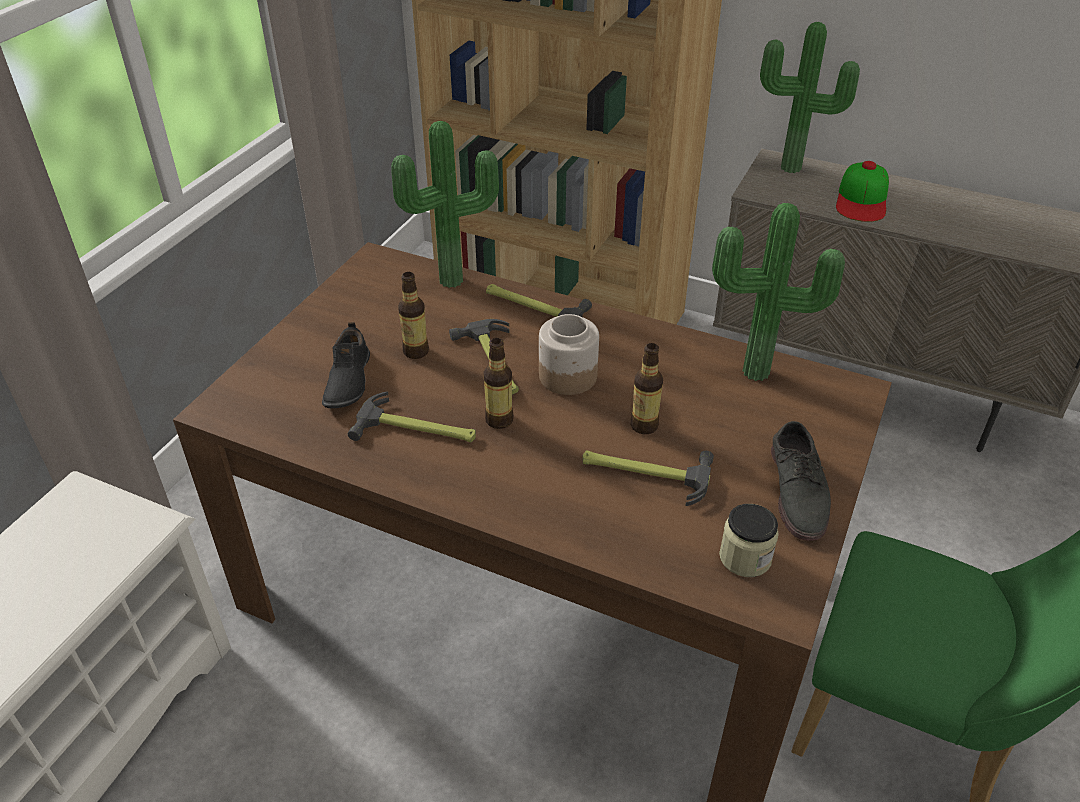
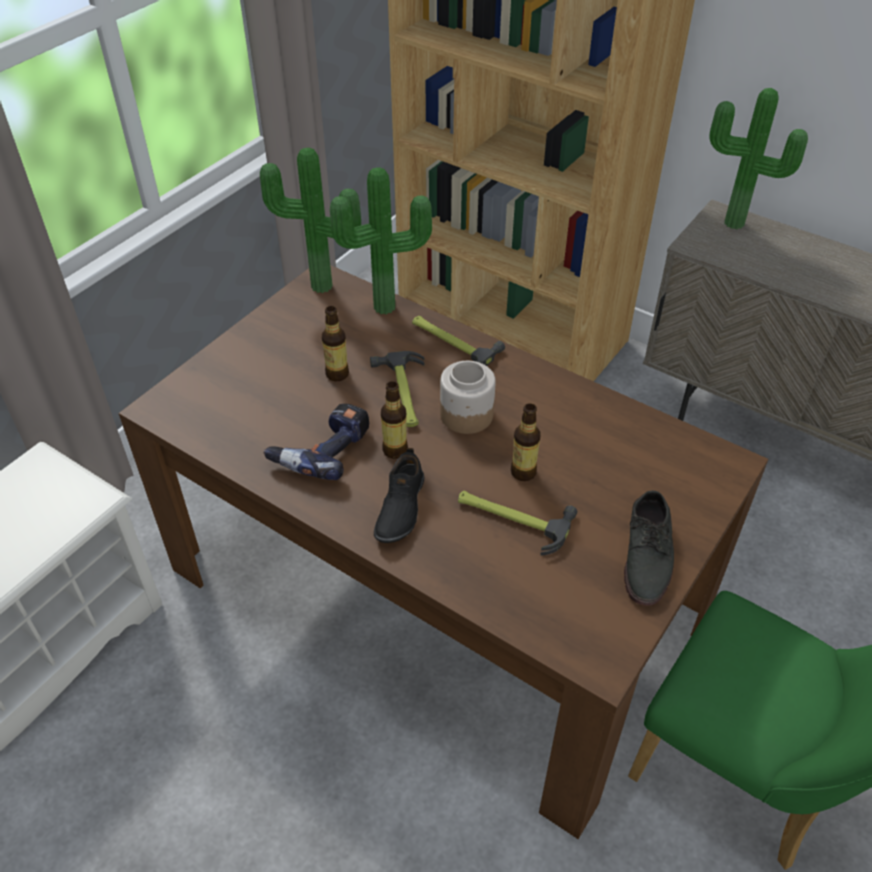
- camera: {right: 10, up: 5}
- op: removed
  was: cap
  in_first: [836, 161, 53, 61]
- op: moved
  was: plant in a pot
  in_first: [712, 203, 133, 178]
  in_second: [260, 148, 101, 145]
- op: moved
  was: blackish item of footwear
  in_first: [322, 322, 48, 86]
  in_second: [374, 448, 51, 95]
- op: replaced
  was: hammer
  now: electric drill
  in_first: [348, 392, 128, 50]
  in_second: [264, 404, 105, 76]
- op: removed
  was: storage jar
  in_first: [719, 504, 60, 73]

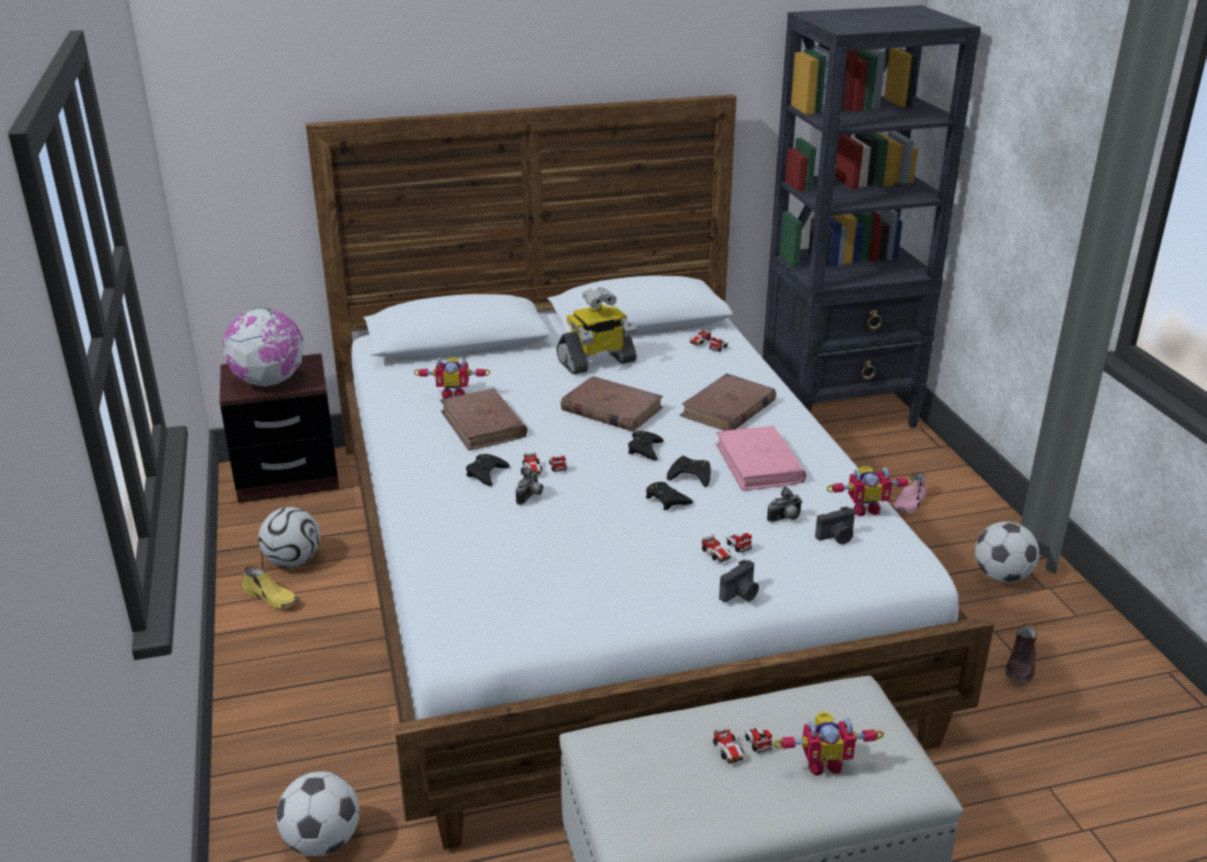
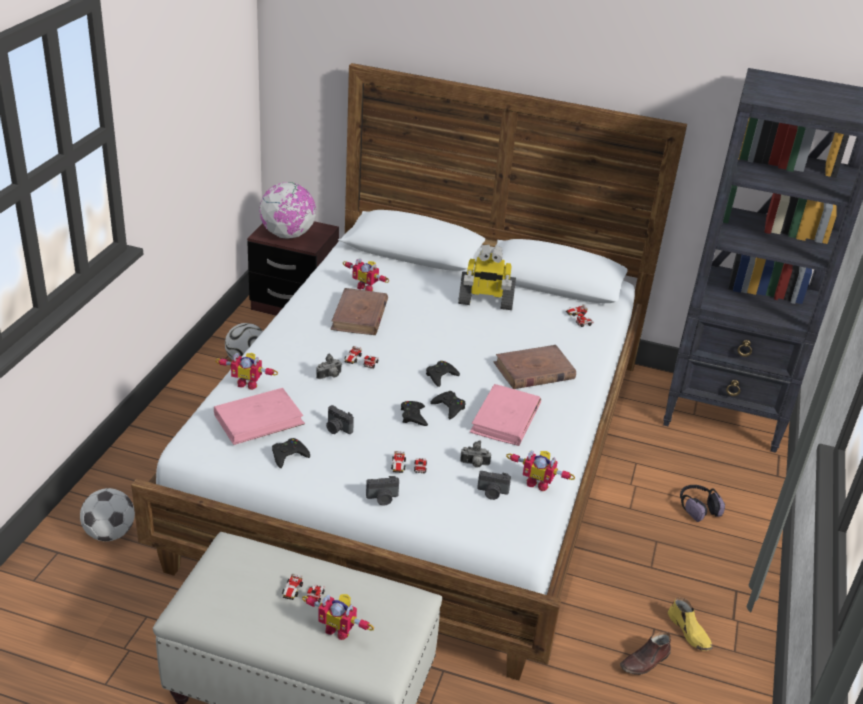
- camera: {right: 30, up: 5}
- op: removed
  was: brownish bound book
  in_first: [561, 376, 102, 56]
- op: moved
  was: blackish gamepad
  in_first: [466, 454, 44, 32]
  in_second: [272, 438, 38, 30]
- op: replaced
  was: pink item of footwear
  now: pair of headphones
  in_first: [892, 472, 34, 41]
  in_second: [680, 485, 45, 37]
- op: removed
  was: football ball
  in_first: [975, 522, 64, 61]
- op: moved
  was: yellowish item of footwear
  in_first: [243, 566, 56, 42]
  in_second: [668, 597, 45, 54]
- op: added
  now: toy robot
  in_second: [215, 353, 63, 37]
- op: added
  now: pink bound book
  in_second: [214, 388, 91, 57]
- op: added
  now: still camera
  in_second: [326, 405, 28, 29]

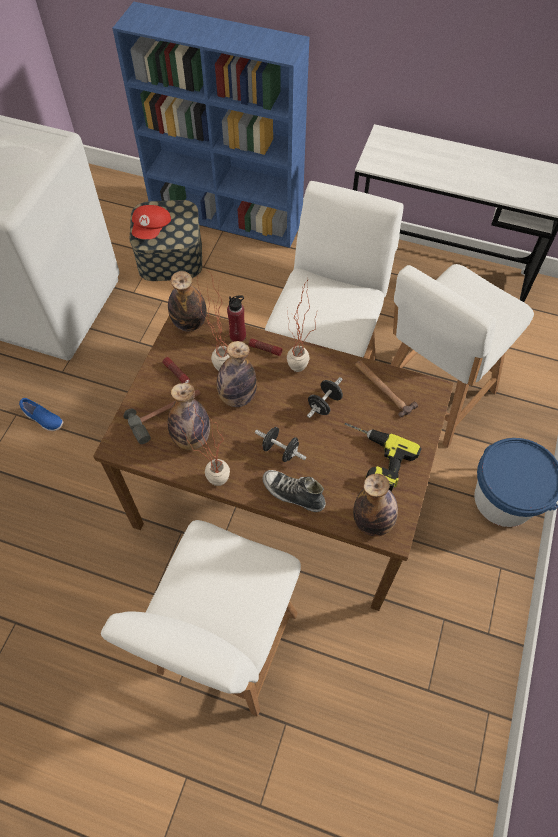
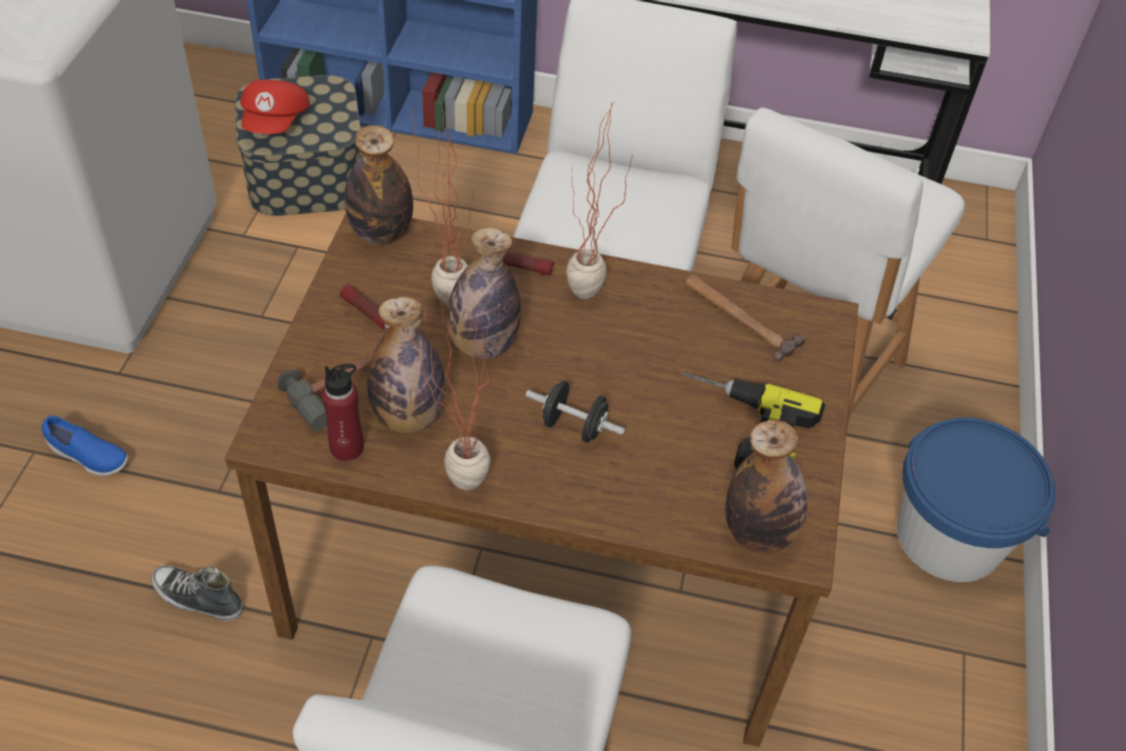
- camera: {right: -10, up: -10}
- op: moved
  was: reddish drink bottle
  in_first: [227, 295, 19, 47]
  in_second: [322, 364, 42, 97]
- op: removed
  was: blackish free weight
  in_first: [307, 377, 36, 41]
- op: moved
  was: item of footwear
  in_first: [263, 470, 63, 42]
  in_second: [151, 565, 92, 56]

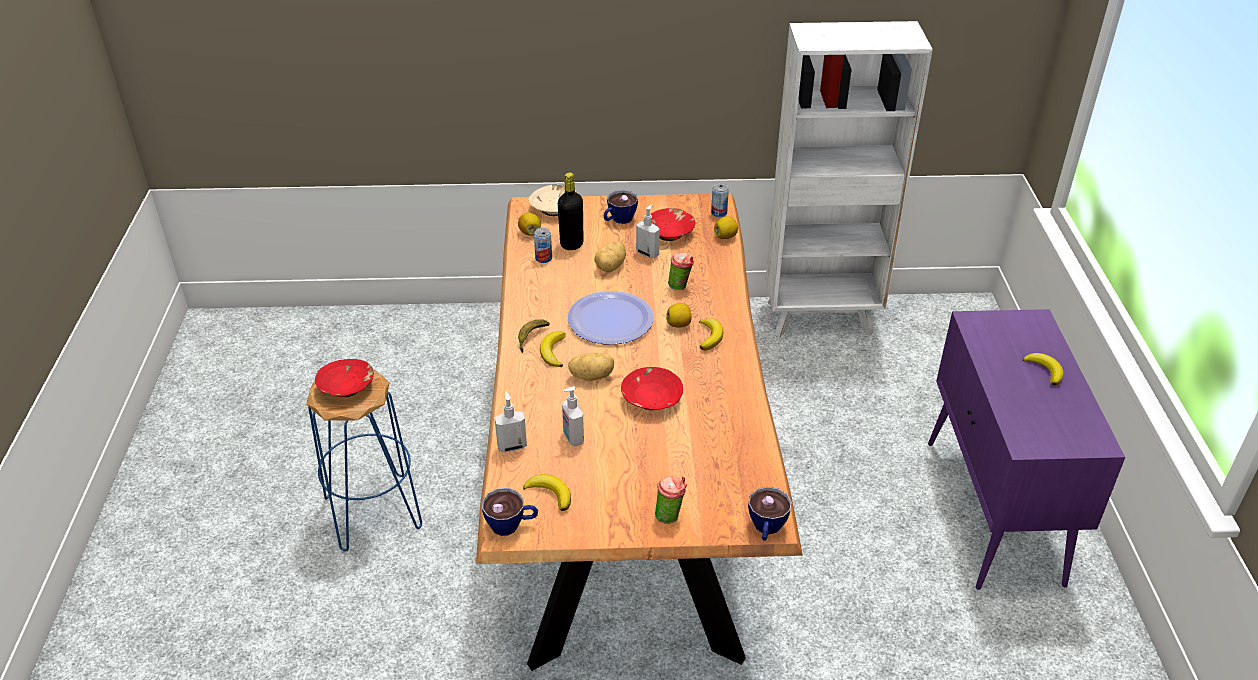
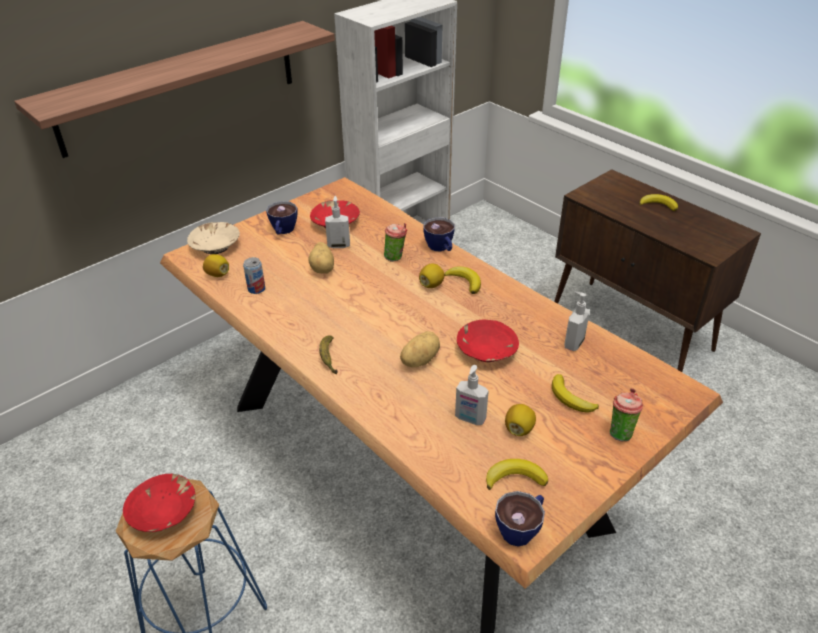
- camera: {right: -40, up: 0}
- op: removed
  was: blackish drink bottle
  in_first: [558, 173, 25, 77]
- op: removed
  was: metal can
  in_first: [711, 183, 18, 34]
- op: moved
  was: citrus fruit
  in_first: [714, 216, 24, 23]
  in_second: [505, 404, 31, 32]
- op: removed
  was: flat dish
  in_first: [568, 291, 86, 54]
- op: recoloured
  was: purple-coloured cupboard
  now: brownish cupboard
  in_first: [928, 309, 197, 281]
  in_second: [554, 169, 207, 203]
- op: moved
  was: whole banana
  in_first: [540, 331, 26, 36]
  in_second: [552, 374, 47, 38]
- op: moved
  was: soap bottle
  in_first: [495, 392, 32, 60]
  in_second: [564, 291, 26, 60]
- op: moved
  was: small cup
  in_first: [748, 487, 44, 54]
  in_second: [423, 217, 32, 34]
- op: added
  now: shelf
  in_second: [14, 21, 321, 137]

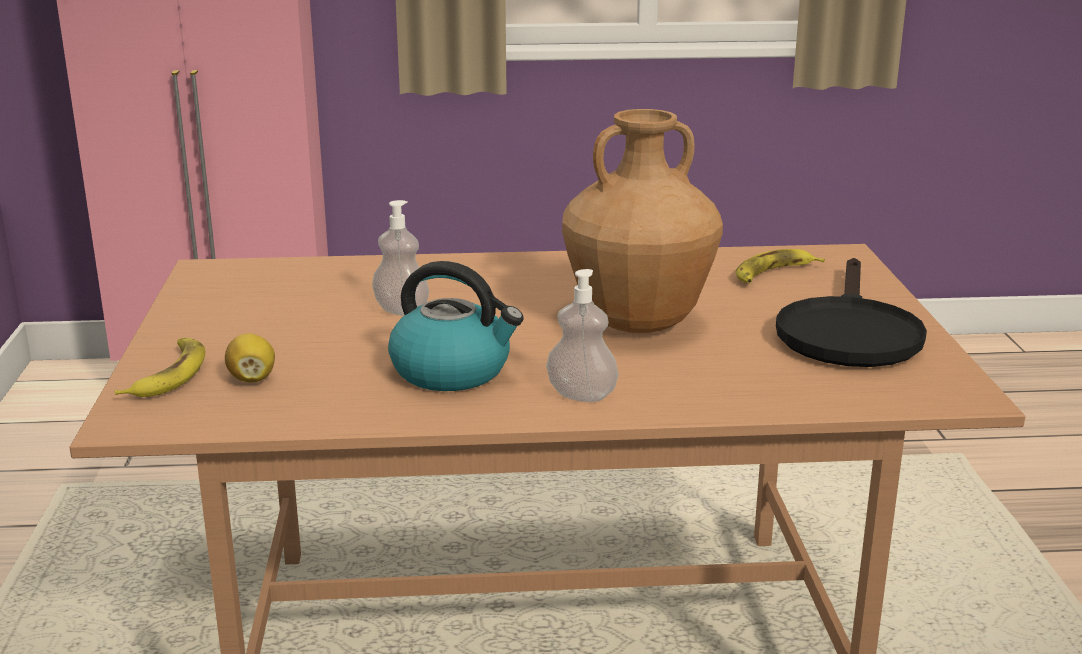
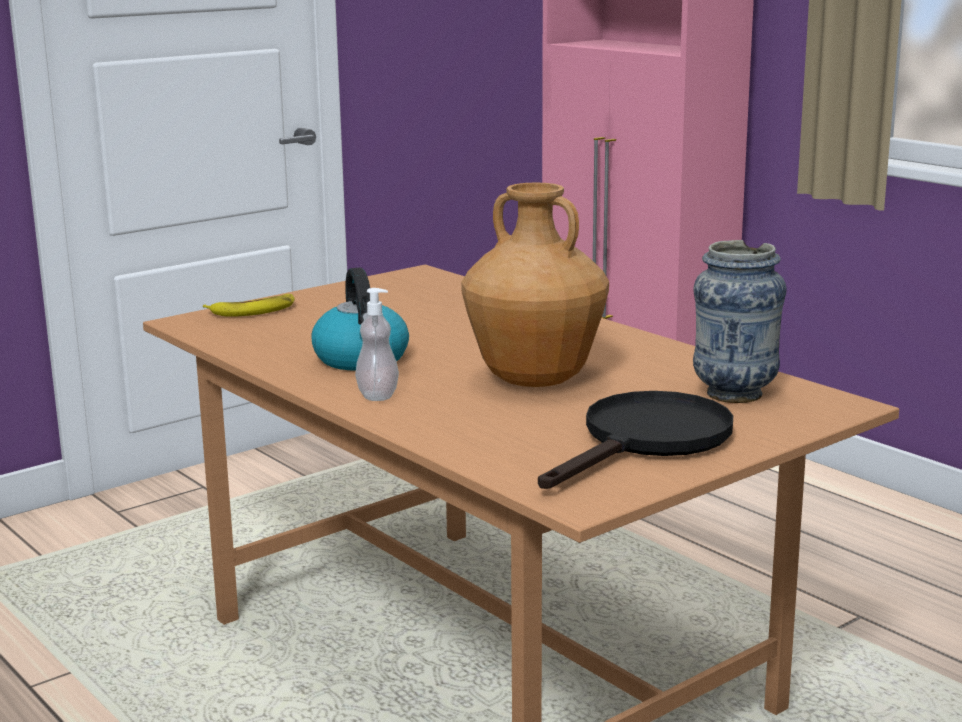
- camera: {right: 55, up: -5}
- op: removed
  was: soap bottle
  in_first: [372, 200, 57, 116]
- op: replaced
  was: whole banana
  now: flower vase
  in_first: [736, 249, 89, 34]
  in_second: [693, 240, 94, 163]
- op: turned
  was: blackish pan
  in_first: [776, 258, 151, 109]
  in_second: [538, 391, 195, 98]
  clockwise: 150
- op: removed
  was: citrus fruit
  in_first: [225, 333, 50, 49]

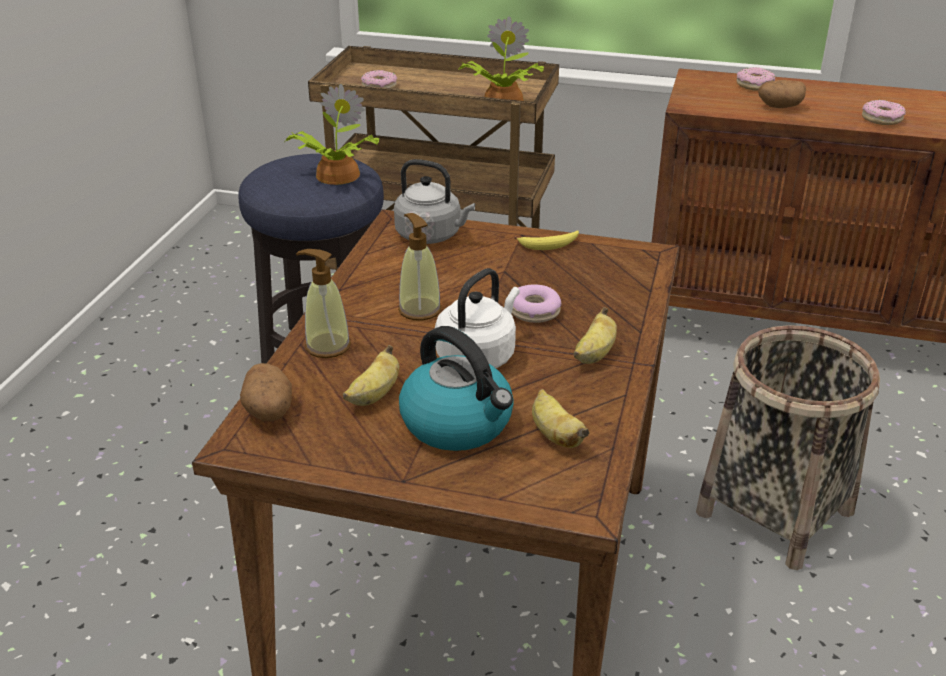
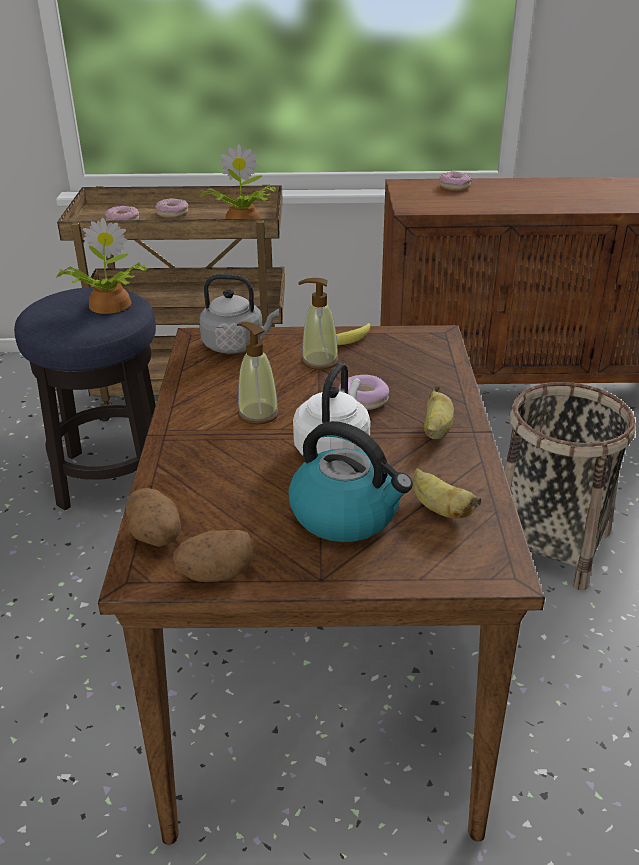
- camera: {right: -15, up: 0}
- op: moved
  was: whole potato
  in_first: [758, 80, 48, 28]
  in_second: [173, 530, 81, 52]
- op: moved
  was: ring doughnut
  in_first: [862, 100, 44, 25]
  in_second: [155, 198, 33, 20]
- op: moved
  was: soap bottle
  in_first: [296, 249, 55, 109]
  in_second: [298, 278, 41, 92]
- op: removed
  was: whole banana
  in_first: [343, 345, 56, 61]

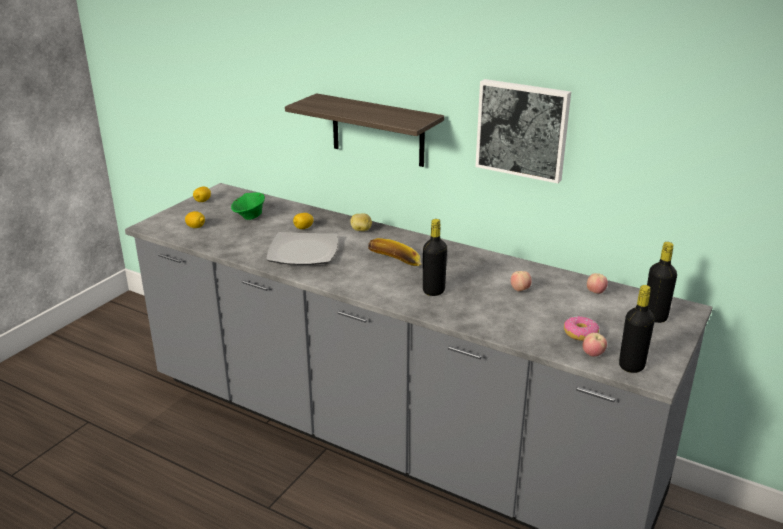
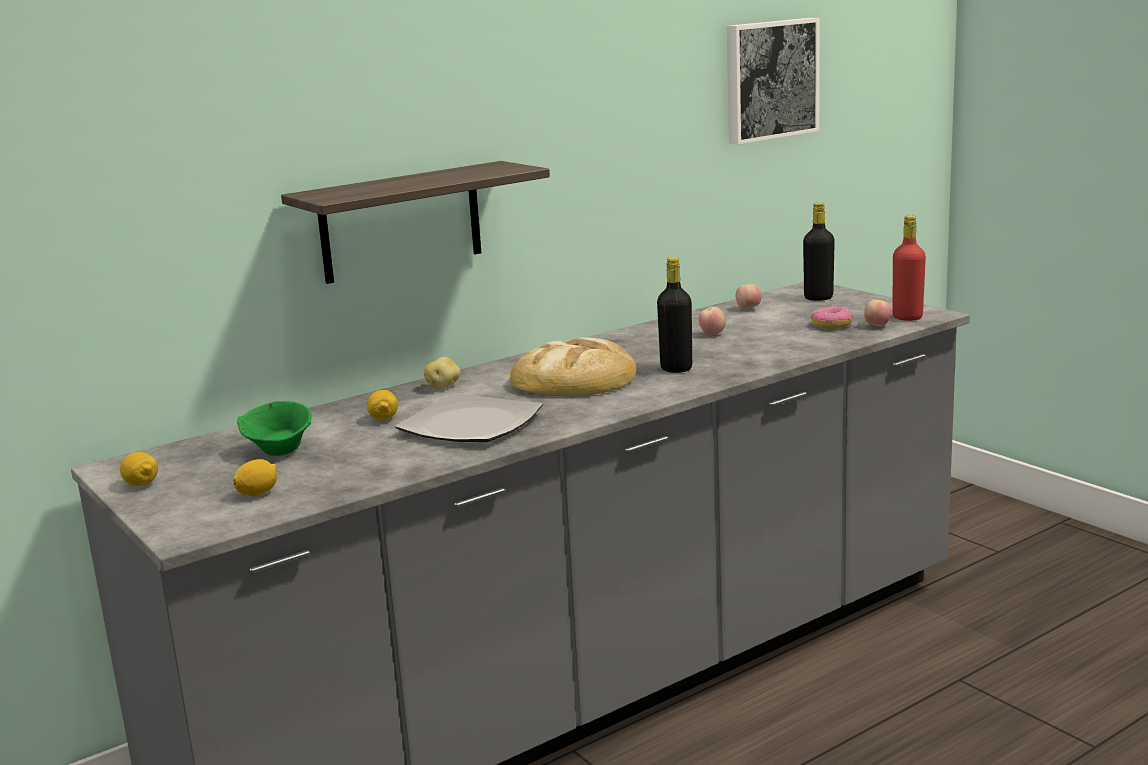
- camera: {right: -65, up: -10}
- op: moved
  was: wall picture
  in_first: [475, 79, 96, 104]
  in_second: [727, 18, 93, 127]
- op: replaced
  was: whole banana
  now: bakery bread
  in_first: [368, 238, 53, 28]
  in_second: [510, 337, 126, 59]
- op: recoloured
  was: blackish drink bottle
  now: reddish drink bottle
  in_first: [619, 285, 36, 88]
  in_second: [892, 215, 34, 106]

